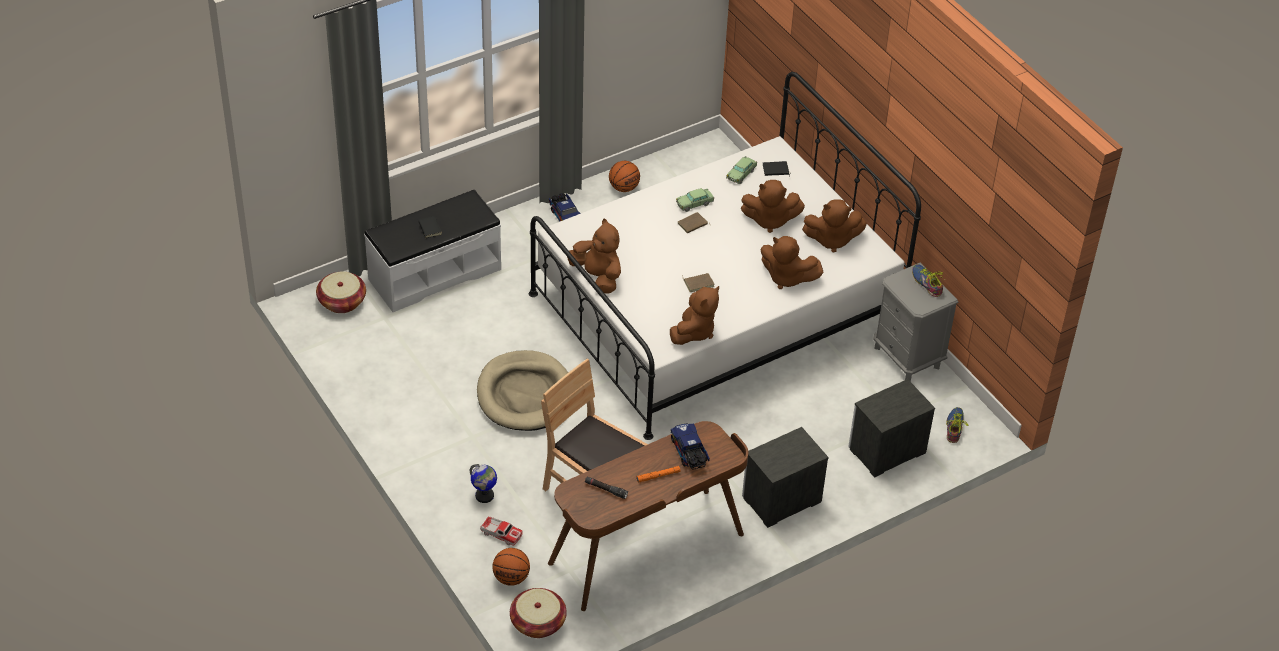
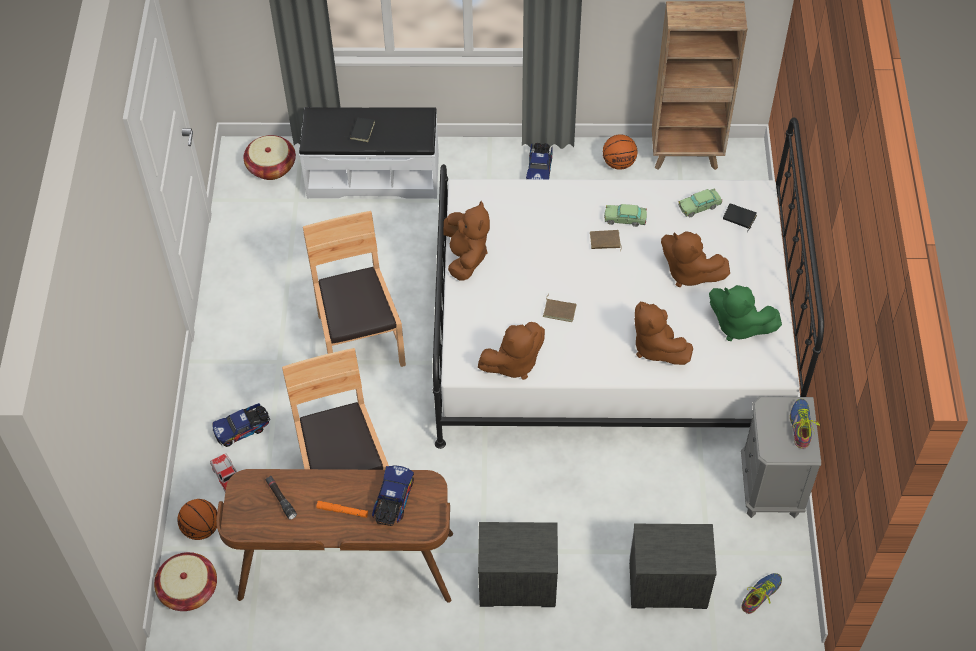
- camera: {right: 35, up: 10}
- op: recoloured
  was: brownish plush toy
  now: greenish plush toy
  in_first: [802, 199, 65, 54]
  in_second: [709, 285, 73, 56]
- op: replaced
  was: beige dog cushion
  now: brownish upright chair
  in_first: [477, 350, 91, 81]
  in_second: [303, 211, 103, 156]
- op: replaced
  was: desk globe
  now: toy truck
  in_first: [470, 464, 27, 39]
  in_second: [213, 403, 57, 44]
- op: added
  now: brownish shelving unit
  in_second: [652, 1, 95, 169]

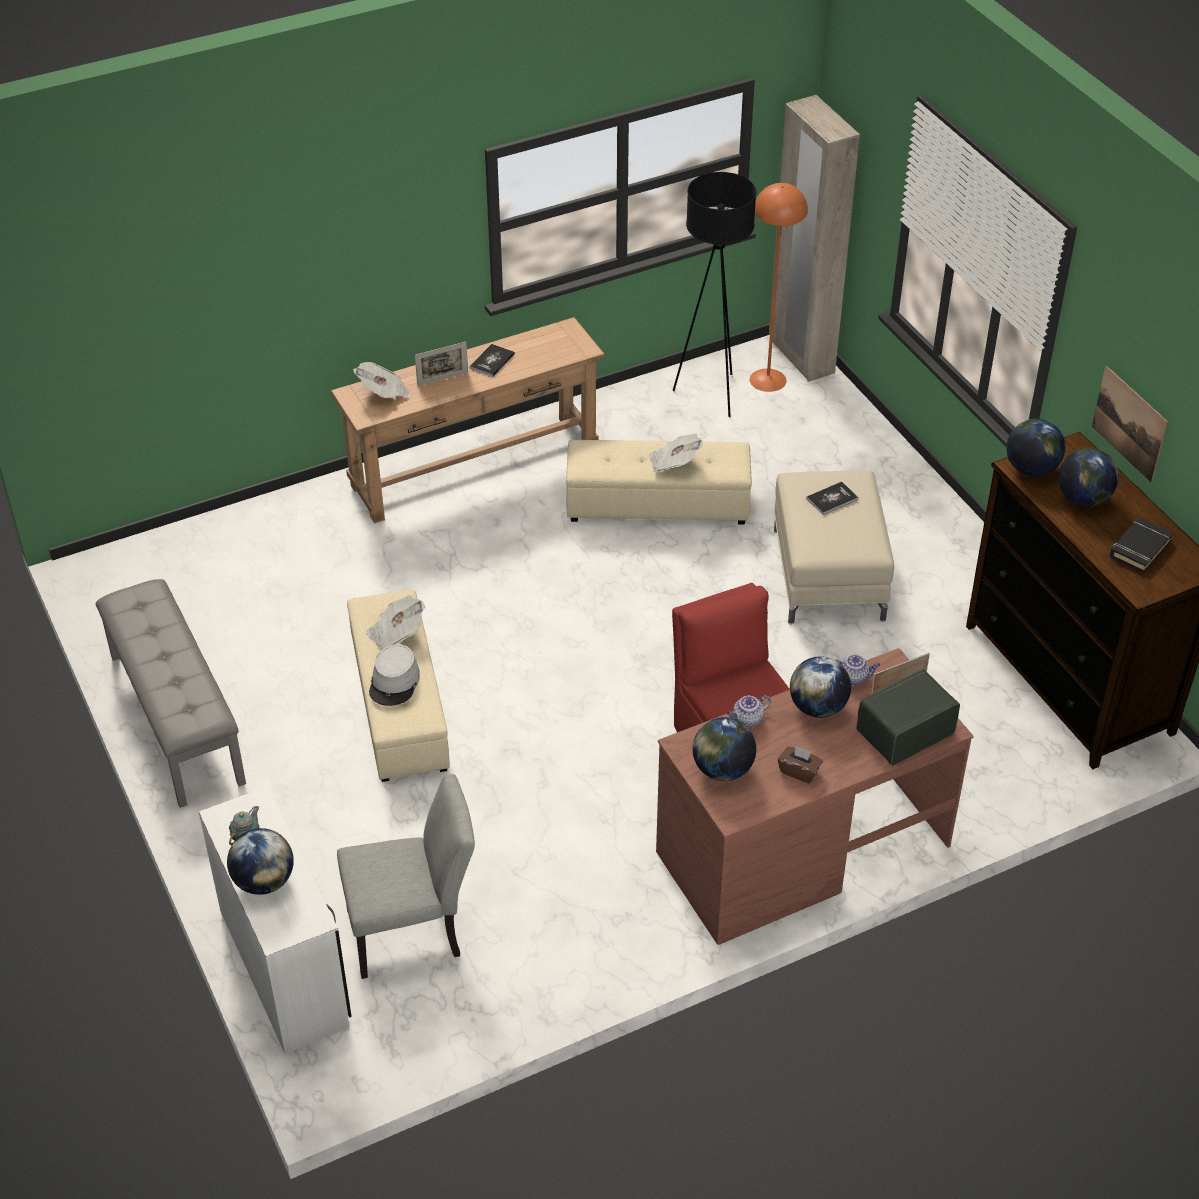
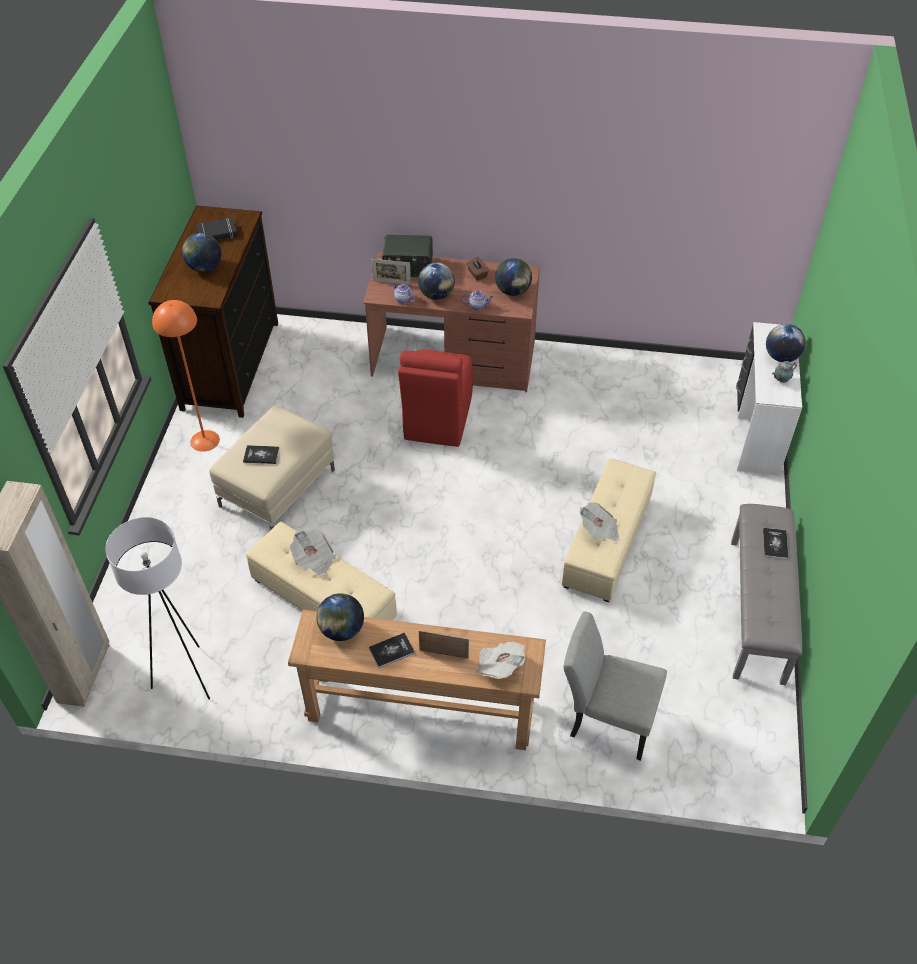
- camera: {right: -145, up: 5}
- op: recoloured
  was: blackish standing lamp
  now: white standing lamp
  in_first: [673, 172, 83, 245]
  in_second: [105, 517, 105, 182]
- op: moved
  was: orange-coloured standing lamp
  in_first: [749, 183, 59, 209]
  in_second: [152, 300, 68, 152]
- op: removed
  was: wall picture
  in_first: [1092, 366, 76, 116]
- op: moved
  was: desk globe
  in_first: [1006, 419, 59, 57]
  in_second: [316, 593, 48, 48]
- op: removed
  was: gray clothing hat
  in_first: [369, 644, 51, 62]
- op: moved
  was: gray upright chair
  in_first: [337, 774, 138, 205]
  in_second: [563, 611, 104, 150]
- op: added
  now: bound book
  in_second: [763, 528, 25, 31]

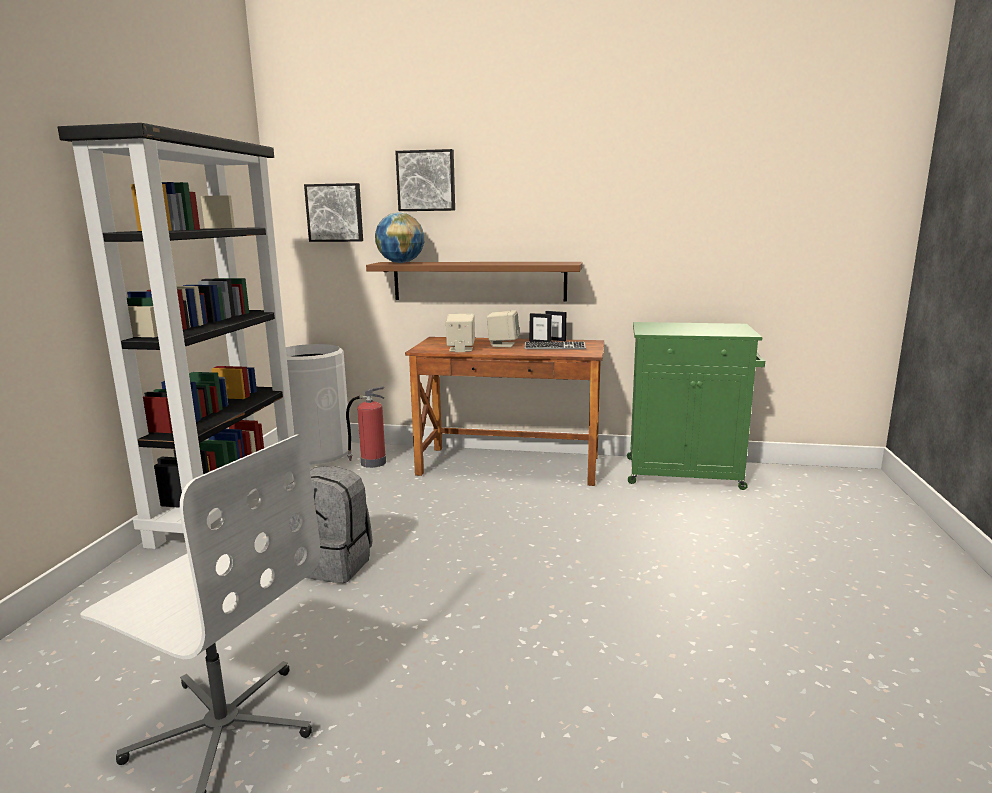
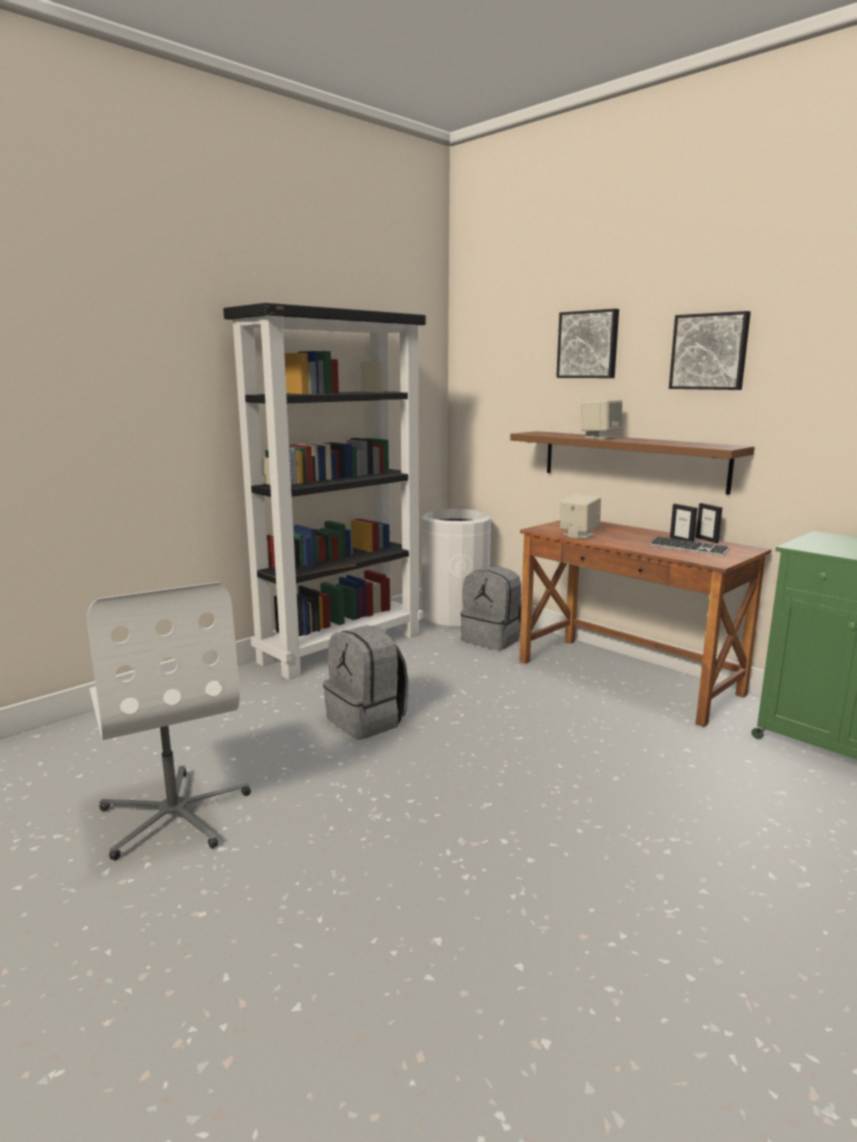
- camera: {right: 35, up: 0}
- op: moved
  was: wall picture
  in_first: [304, 183, 59, 59]
  in_second: [669, 311, 82, 79]
- op: removed
  was: desk globe
  in_first: [375, 212, 49, 51]
- op: moved
  was: beige speaker
  in_first: [487, 310, 33, 37]
  in_second: [581, 399, 41, 40]
- op: replaced
  was: fire-fighting cylinder
  now: gray knapsack
  in_first: [346, 386, 40, 82]
  in_second: [461, 566, 61, 84]

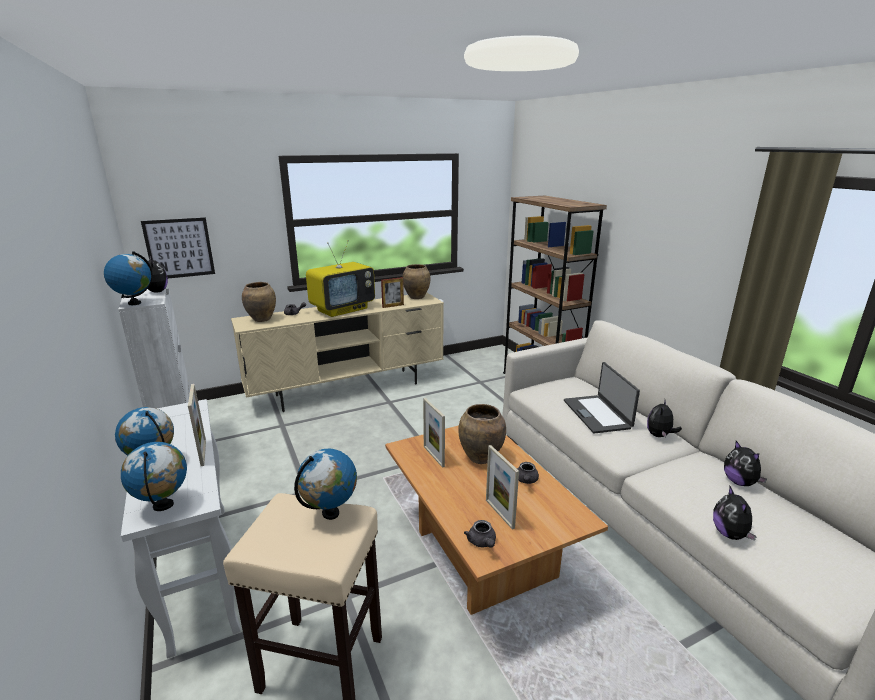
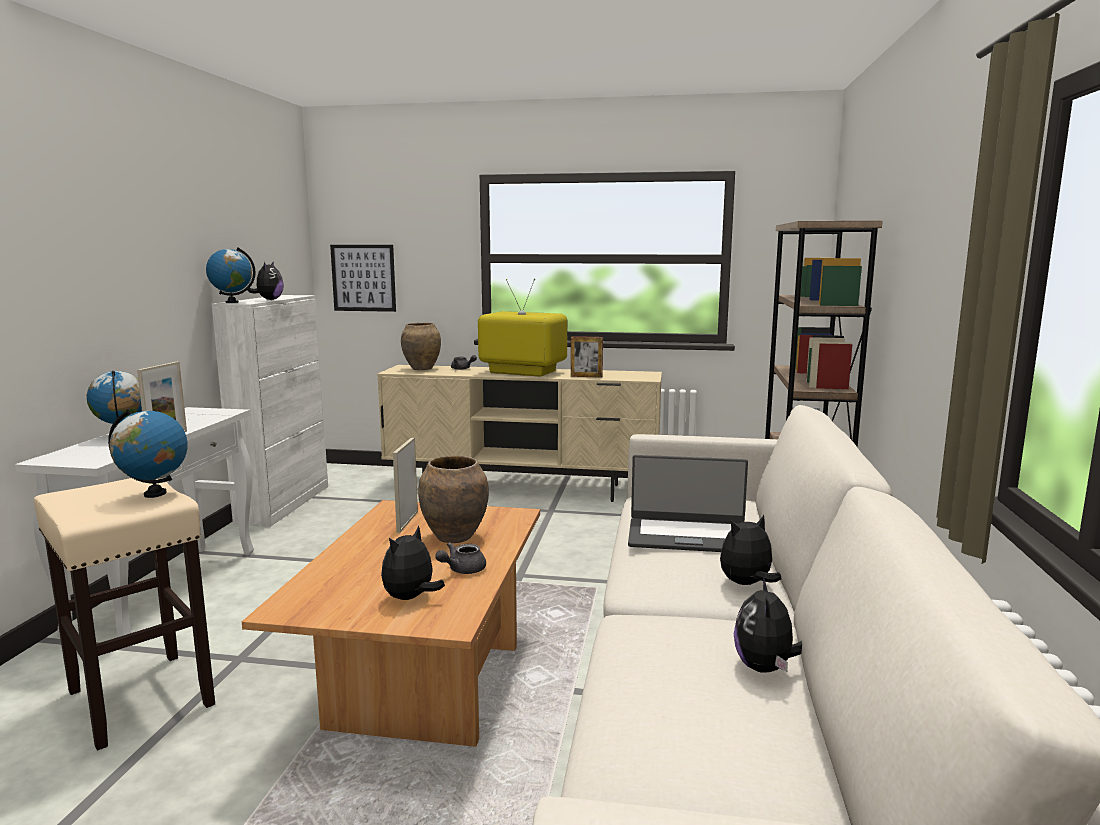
- camera: {right: 35, up: -10}
- op: turned
  was: television
  in_first: [306, 240, 69, 77]
  in_second: [478, 279, 89, 98]
  clockwise: -150
- op: removed
  was: brownish flower vase
  in_first: [402, 264, 28, 35]
- op: turned
  was: portable computer
  in_first: [564, 362, 76, 72]
  in_second: [628, 455, 120, 97]
  clockwise: -105
- op: removed
  was: desk globe
  in_first: [121, 442, 66, 69]
- op: removed
  was: standing frame
  in_first: [486, 445, 33, 85]
- op: moved
  was: plush toy
  in_first: [713, 486, 44, 55]
  in_second: [381, 526, 64, 74]
- op: removed
  was: gray teapot
  in_first: [464, 520, 32, 28]

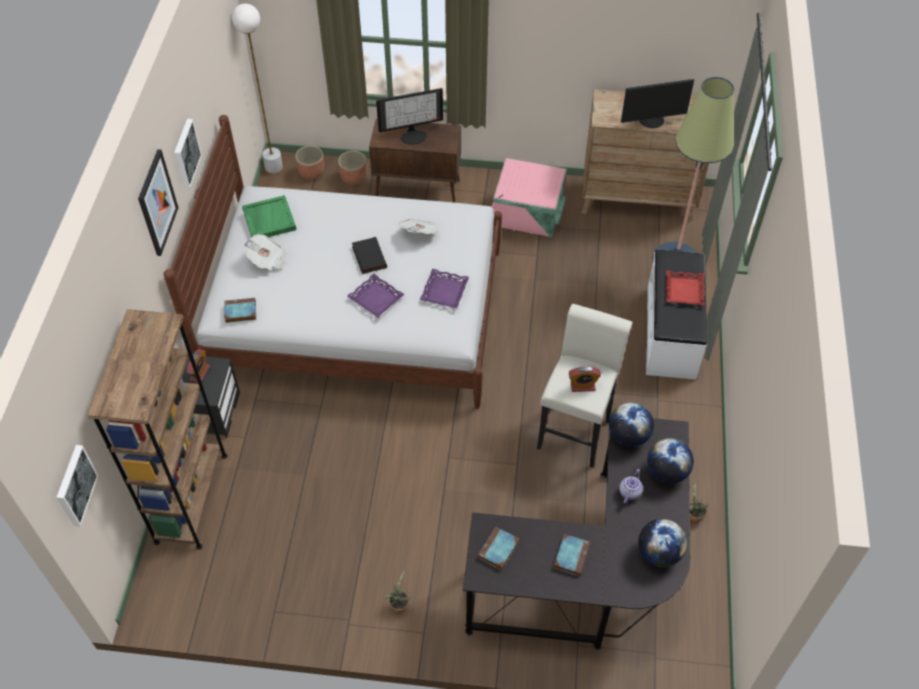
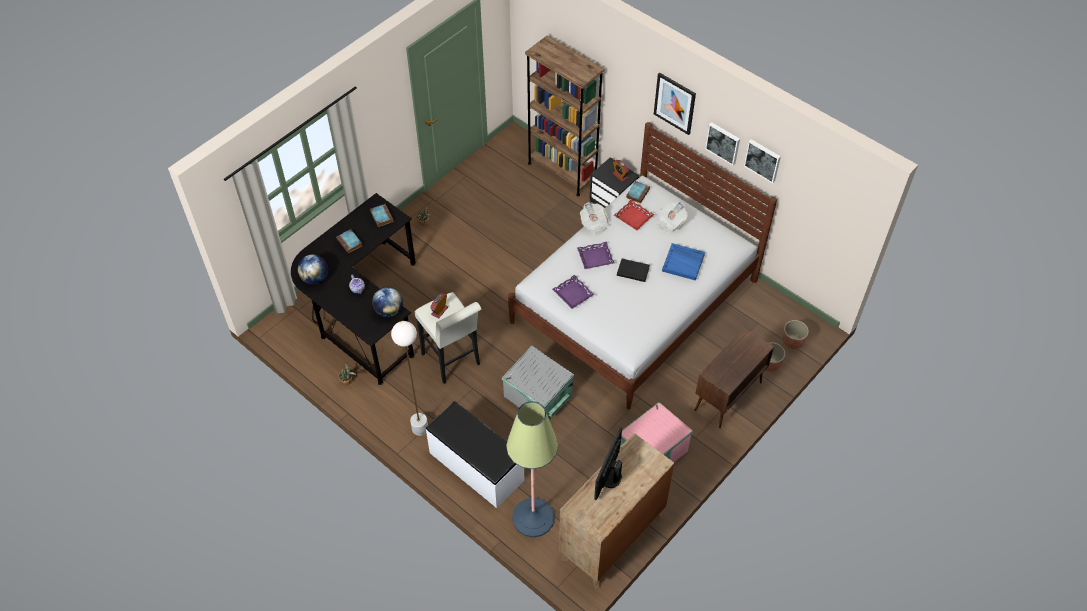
- camera: {right: 125, up: 0}
- op: moved
  was: white standing lamp
  in_first: [232, 4, 51, 169]
  in_second: [391, 321, 37, 115]
- op: removed
  was: monitor
  in_first: [376, 88, 67, 57]
- op: removed
  was: greenish tray
  in_first: [242, 195, 55, 42]
- op: moved
  was: printed paper
  in_first: [399, 218, 39, 16]
  in_second: [580, 202, 30, 34]
- op: moved
  was: reddish tray
  in_first: [666, 270, 39, 35]
  in_second: [614, 200, 40, 30]
- op: removed
  was: desk globe
  in_first: [647, 438, 47, 46]
- op: moved
  was: wall picture
  in_first: [56, 445, 42, 81]
  in_second: [744, 139, 37, 44]
- op: added
  now: blue-coloured tray
  in_second: [662, 243, 43, 38]
- op: added
  now: gray storage box
  in_second: [502, 346, 72, 74]

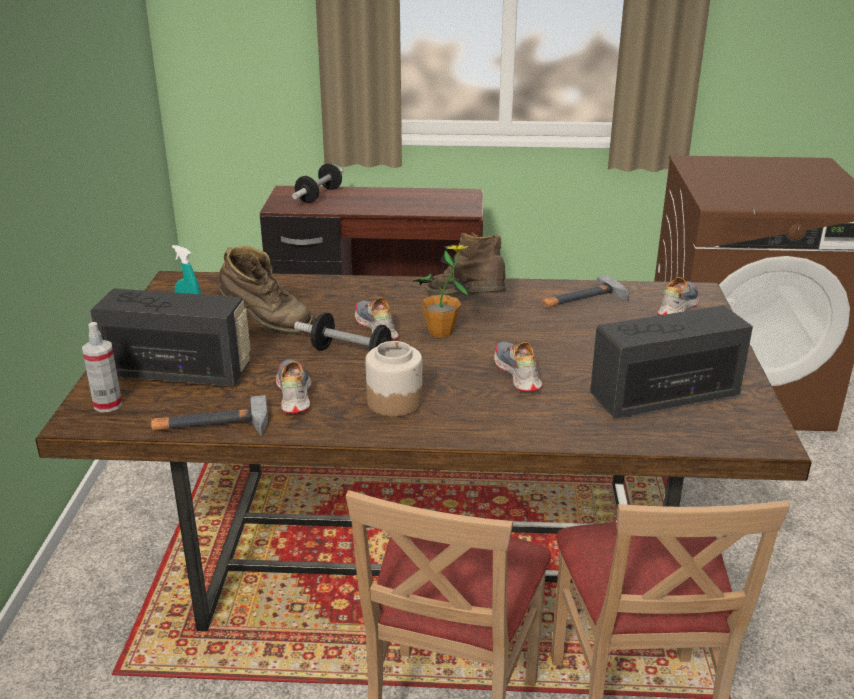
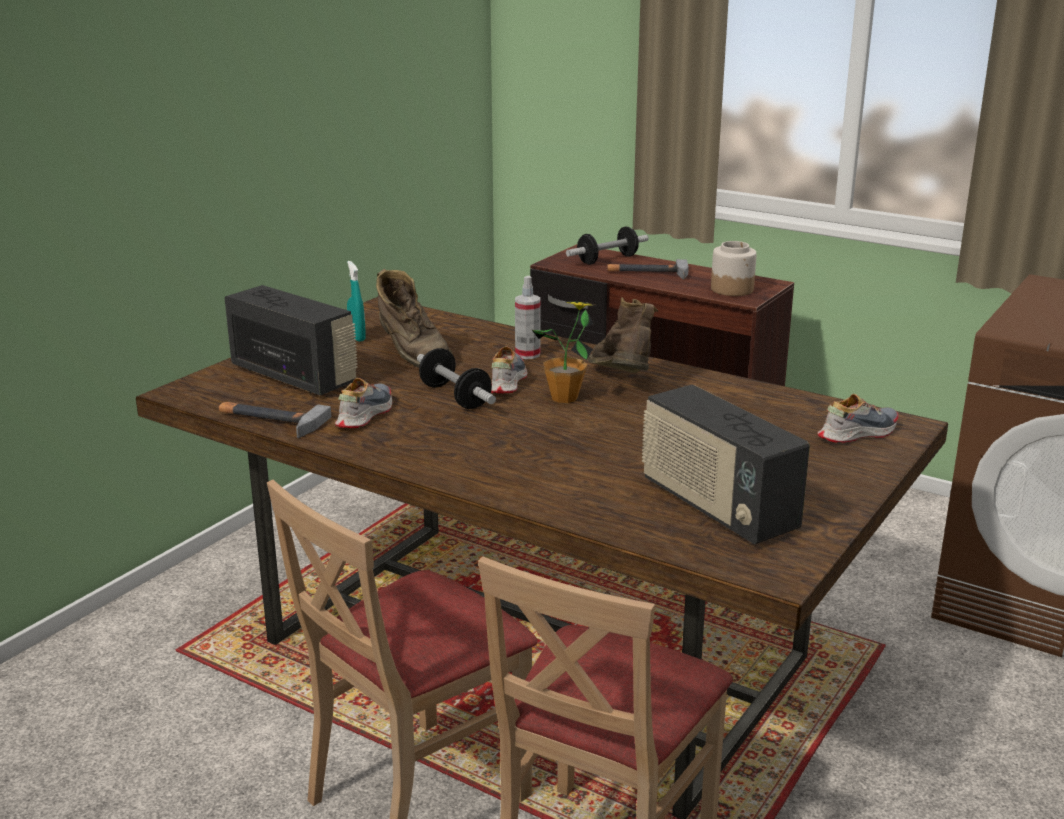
- camera: {right: 30, up: -5}
- op: moved
  was: hammer
  in_first: [541, 275, 88, 32]
  in_second: [607, 259, 82, 21]
- op: turned
  was: radio set
  in_first: [590, 305, 163, 113]
  in_second: [642, 384, 168, 160]
  clockwise: -135
- op: moved
  was: spray bottle
  in_first: [82, 322, 40, 90]
  in_second: [515, 276, 26, 83]
- op: moved
  was: storage jar
  in_first: [365, 341, 57, 76]
  in_second: [711, 241, 46, 55]
- op: removed
  was: item of footwear
  in_first: [494, 342, 49, 50]

